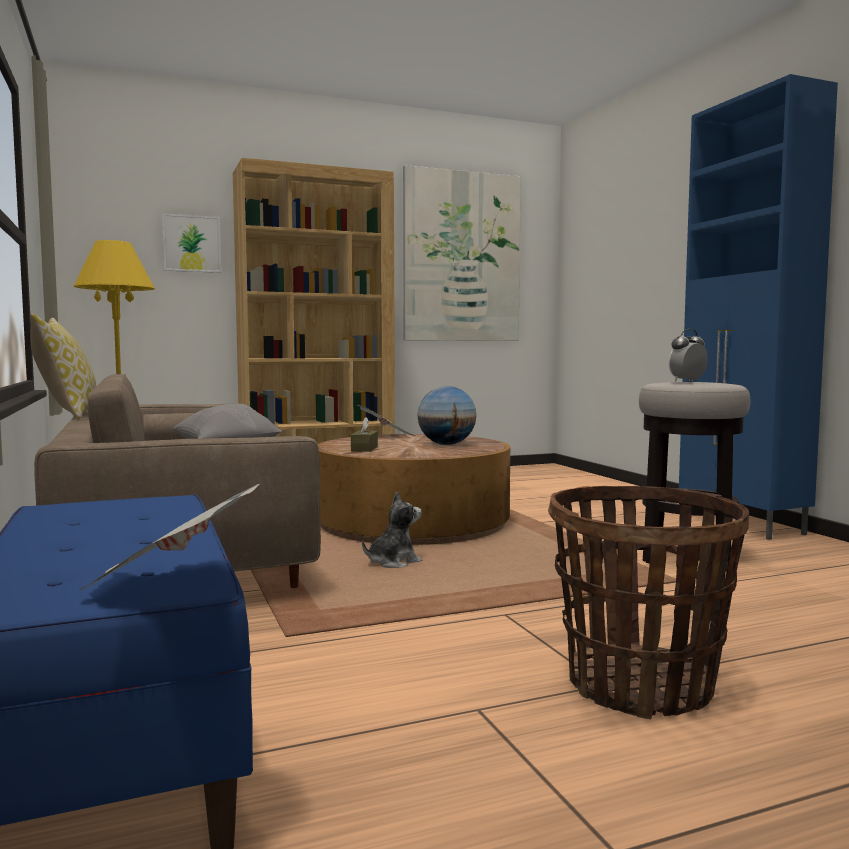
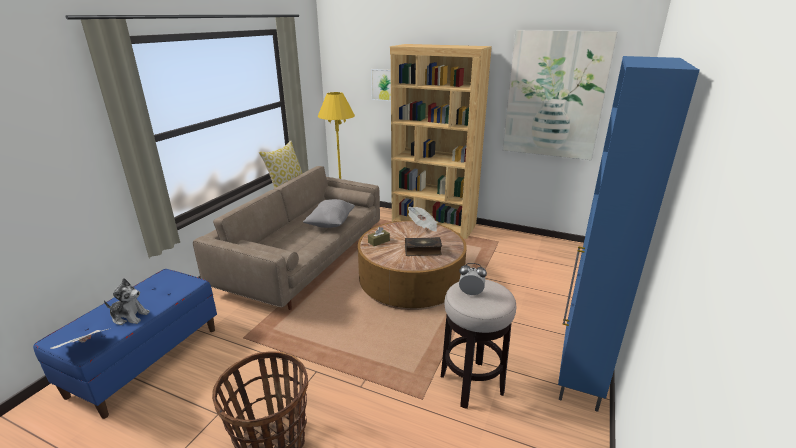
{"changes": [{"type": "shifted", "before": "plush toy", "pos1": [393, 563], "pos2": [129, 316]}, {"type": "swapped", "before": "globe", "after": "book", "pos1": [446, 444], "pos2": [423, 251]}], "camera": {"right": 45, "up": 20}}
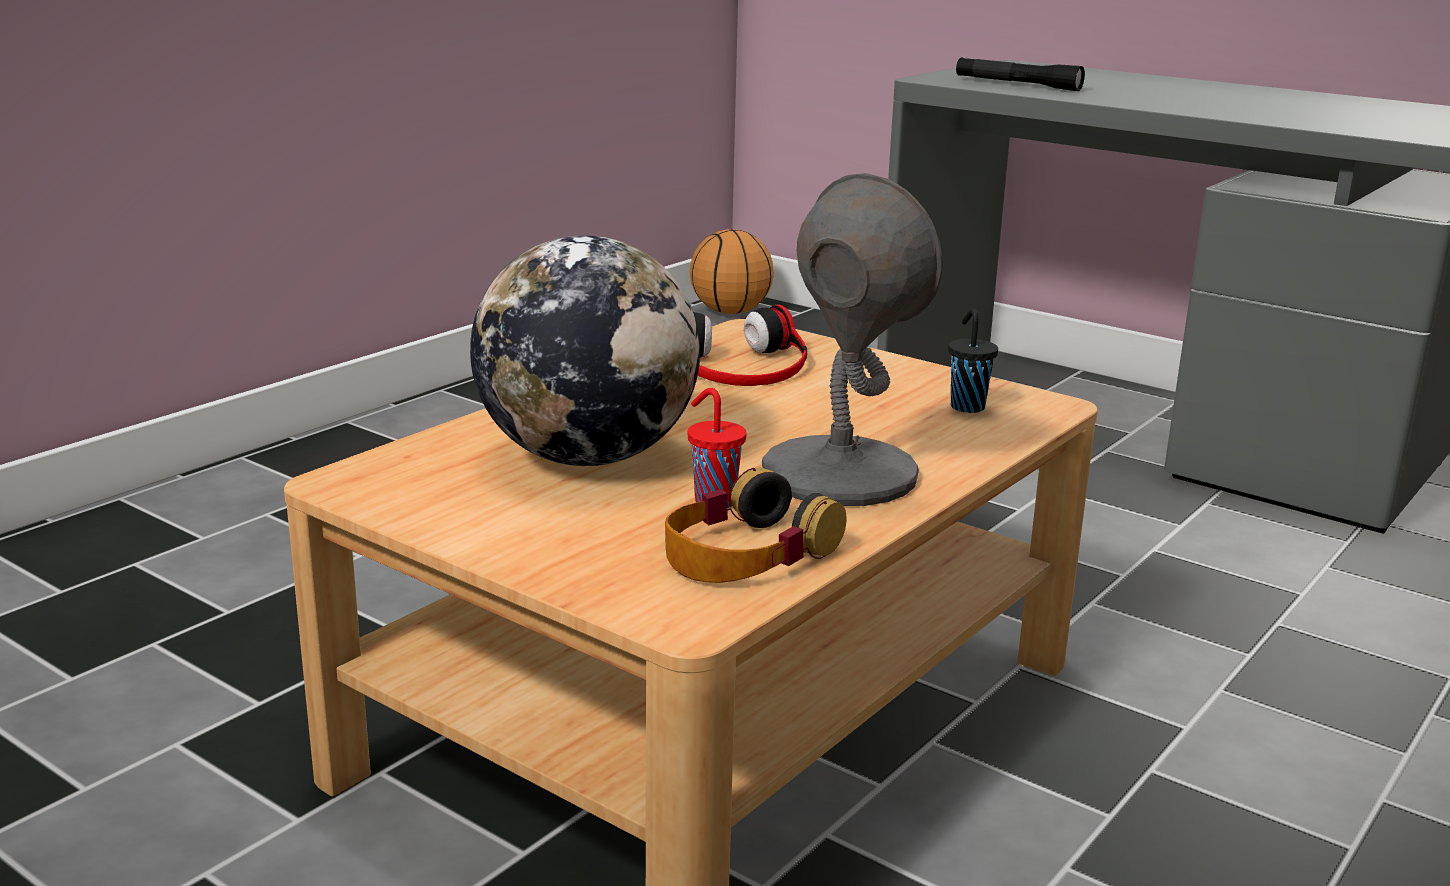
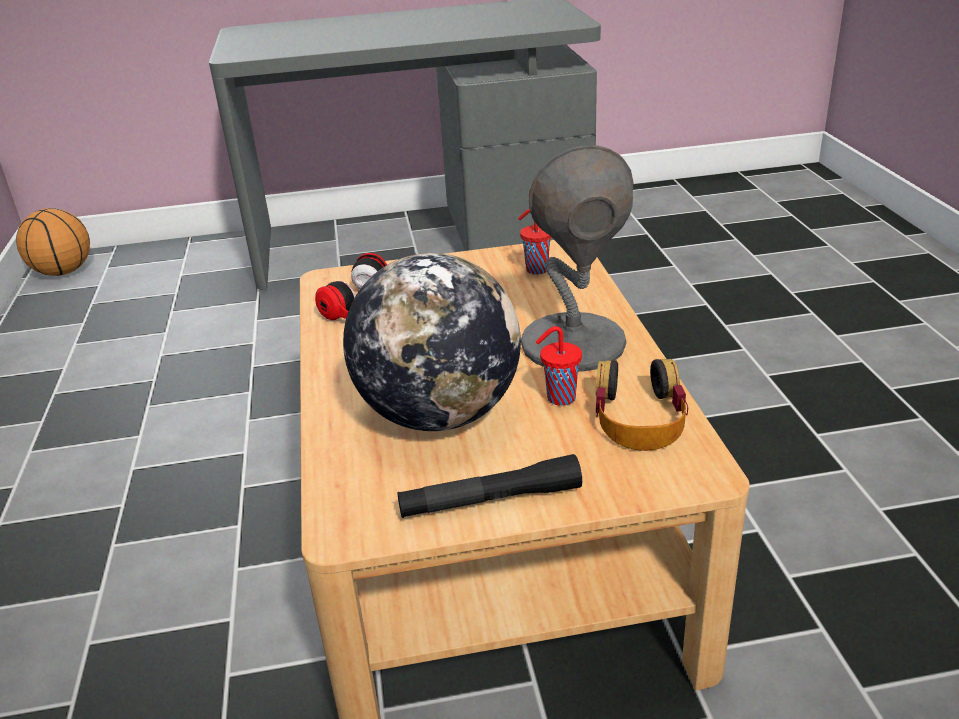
{"changes": [{"type": "shifted", "before": "black flashlight", "pos1": [1017, 84], "pos2": [490, 500]}, {"type": "repainted", "before": "black cup", "after": "red cup", "pos1": [966, 406], "pos2": [535, 269]}], "camera": {"right": -45, "up": 10}}
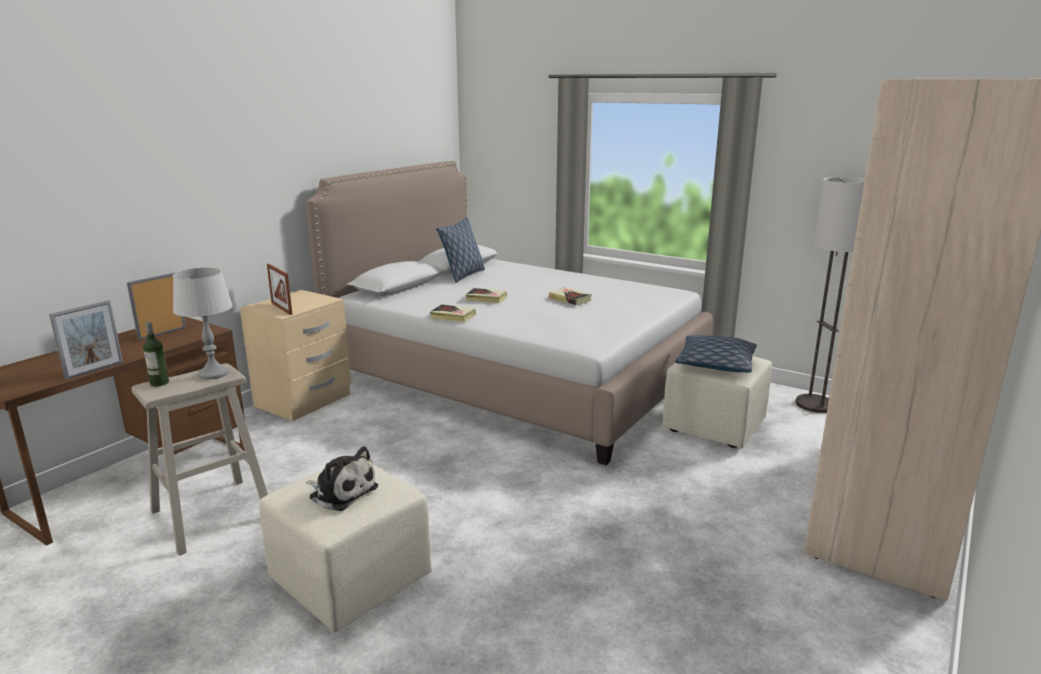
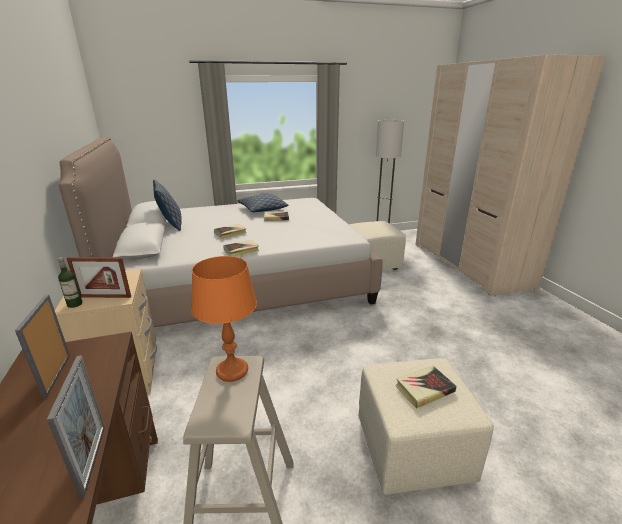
{"changes": [{"type": "shifted", "before": "bottle", "pos1": [159, 383], "pos2": [75, 304]}, {"type": "shifted", "before": "pillow", "pos1": [715, 364], "pos2": [263, 209]}, {"type": "swapped", "before": "plush toy", "after": "book", "pos1": [341, 492], "pos2": [424, 389]}, {"type": "repainted", "before": "grey table lamp", "after": "orange table lamp", "pos1": [213, 374], "pos2": [232, 371]}], "camera": {"right": -50, "up": 5}}
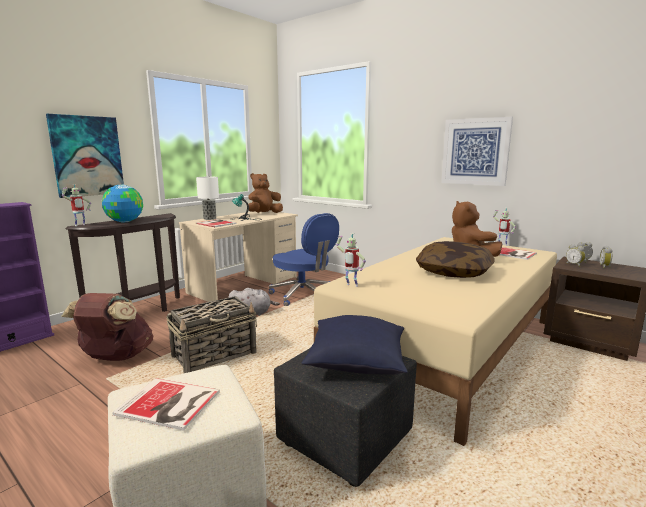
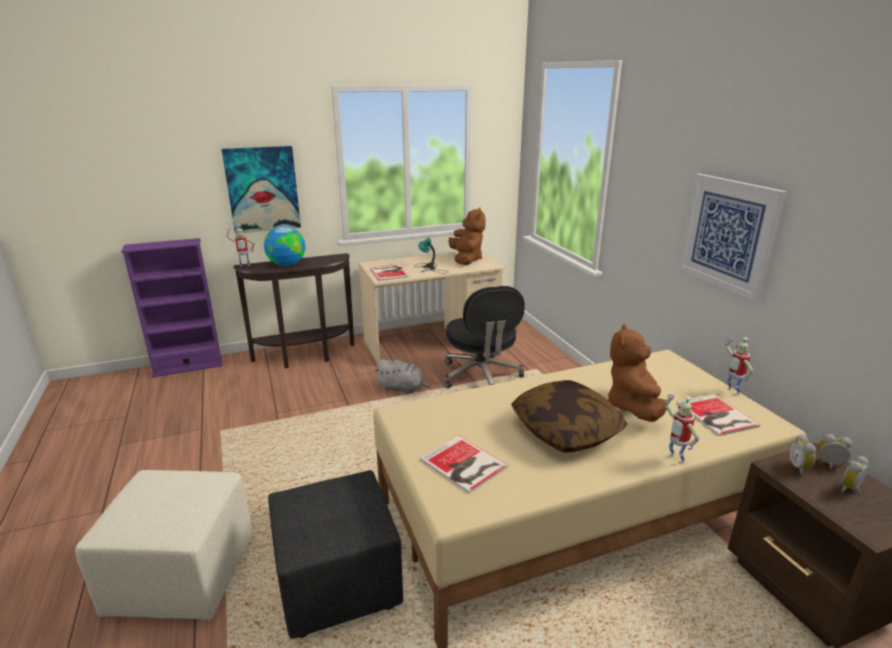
{"changes": [{"type": "gone", "before": "brown backpack", "pos1": [116, 357]}, {"type": "gone", "before": "basket", "pos1": [215, 355]}, {"type": "gone", "before": "table lamp", "pos1": [209, 219]}, {"type": "gone", "before": "blue pillow", "pos1": [356, 362]}, {"type": "shifted", "before": "book", "pos1": [169, 404], "pos2": [464, 465]}, {"type": "shifted", "before": "toy robot", "pos1": [351, 285], "pos2": [674, 459]}, {"type": "repainted", "before": "blue office chair", "after": "black office chair", "pos1": [304, 295], "pos2": [481, 377]}, {"type": "rotated", "before": "brown plush toy", "pos1": [264, 213], "pos2": [466, 259], "turn": 90}], "camera": {"right": 30, "up": 10}}
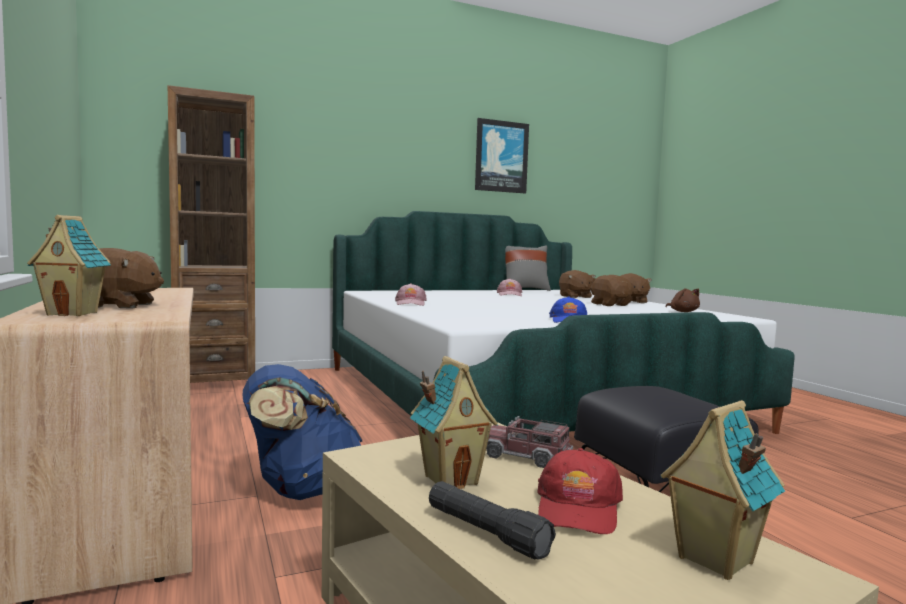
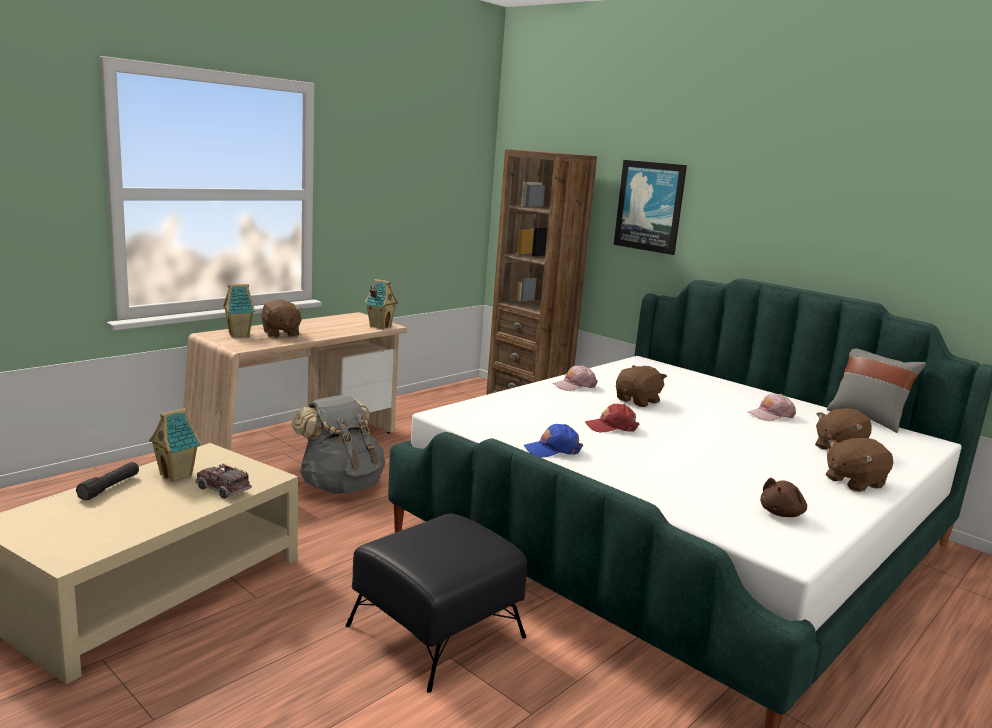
{"changes": [{"type": "shifted", "before": "picture", "pos1": [501, 156], "pos2": [650, 206]}, {"type": "shifted", "before": "red cap", "pos1": [578, 508], "pos2": [611, 427]}, {"type": "shifted", "before": "brown plush toy", "pos1": [610, 304], "pos2": [638, 401]}, {"type": "shifted", "before": "toy house", "pos1": [713, 560], "pos2": [380, 326]}, {"type": "repainted", "before": "blue backpack", "after": "grey backpack", "pos1": [300, 490], "pos2": [340, 486]}, {"type": "rotated", "before": "toy truck", "pos1": [525, 456], "pos2": [223, 489], "turn": -60}], "camera": {"right": 65, "up": 10}}
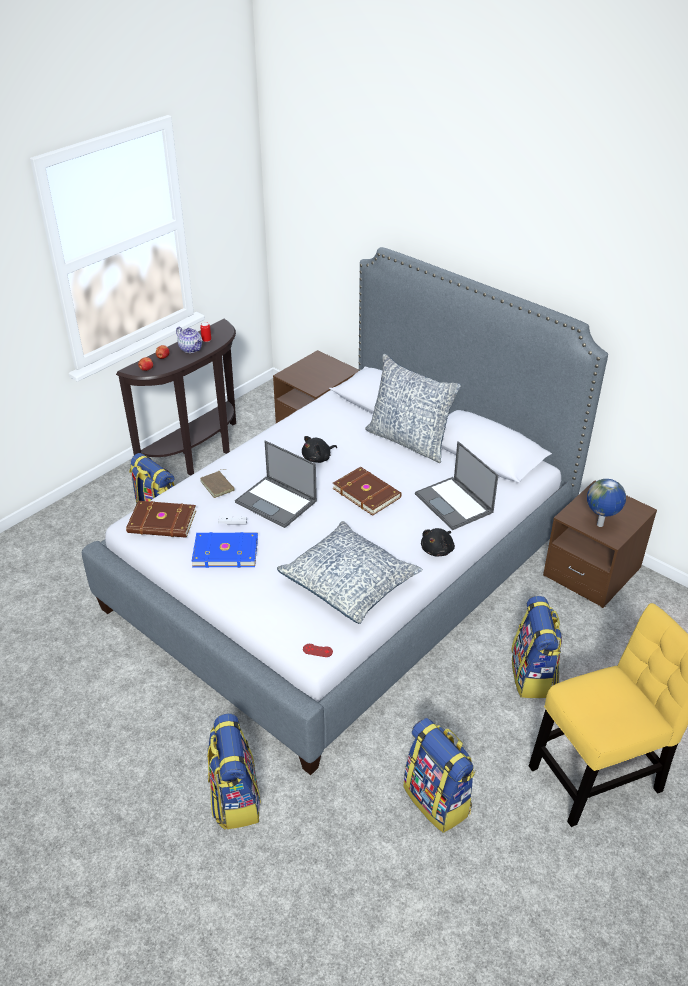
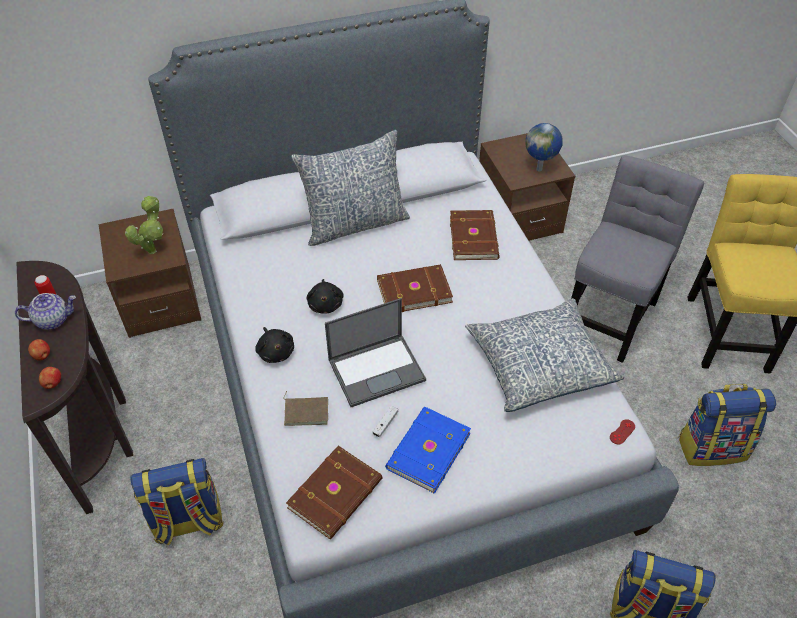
{"changes": [{"type": "new", "after": "potted plant", "pos2": [153, 249]}, {"type": "shifted", "before": "black plush toy", "pos1": [438, 550], "pos2": [276, 351]}, {"type": "swapped", "before": "laptop", "after": "brown book", "pos1": [454, 503], "pos2": [475, 237]}, {"type": "swapped", "before": "backpack", "after": "grey chair", "pos1": [533, 676], "pos2": [610, 314]}], "camera": {"right": -60, "up": 10}}
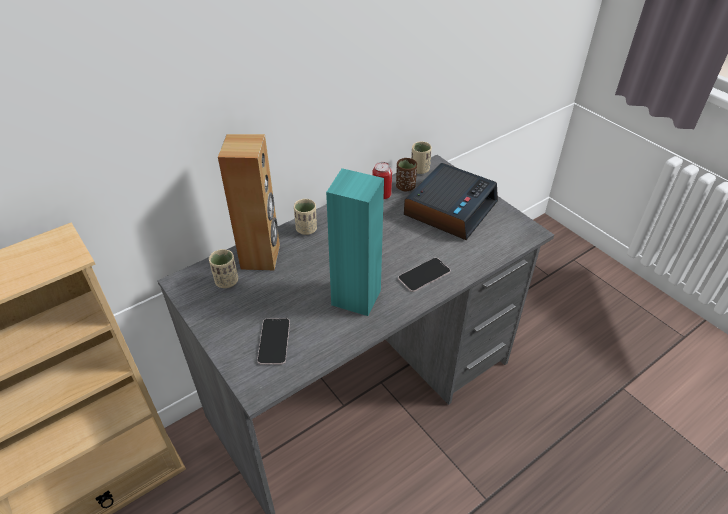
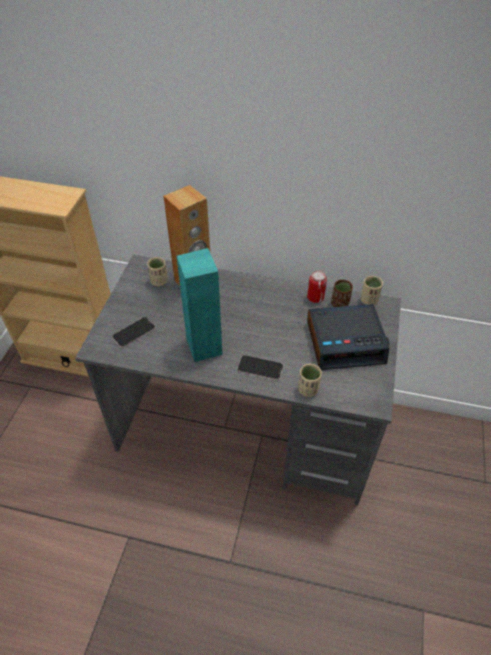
{"changes": [{"type": "shifted", "before": "beige cup", "pos1": [306, 229], "pos2": [308, 389]}], "camera": {"right": 50, "up": 5}}
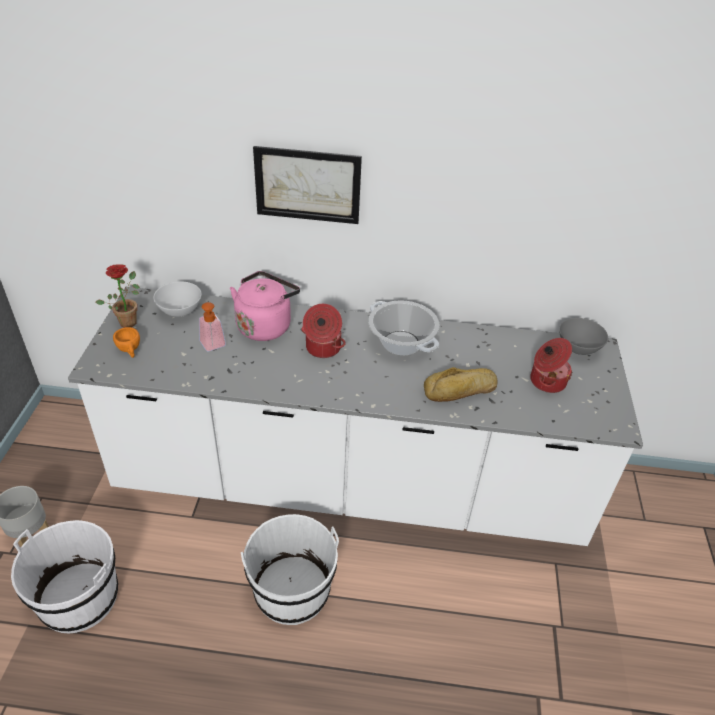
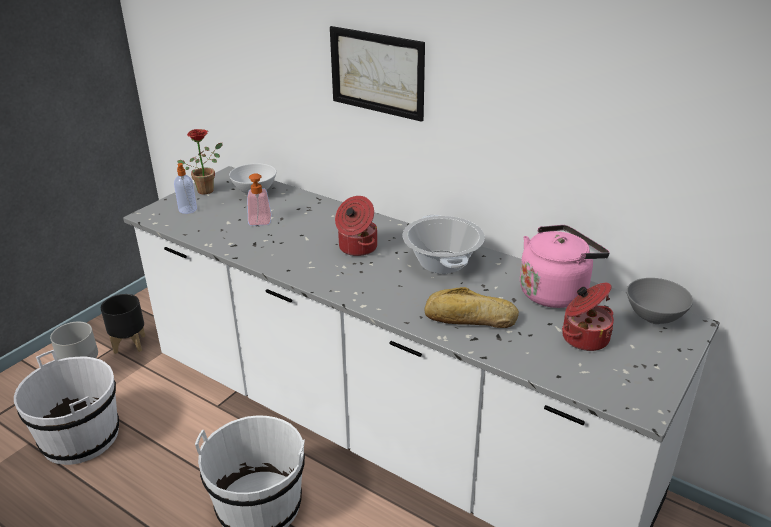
{"changes": [{"type": "new", "after": "black planter", "pos2": [130, 344]}, {"type": "shifted", "before": "pink kettle", "pos1": [265, 325], "pos2": [555, 292]}, {"type": "swapped", "before": "orange cup", "after": "soap dispenser", "pos1": [130, 350], "pos2": [187, 210]}], "camera": {"right": 30, "up": -10}}
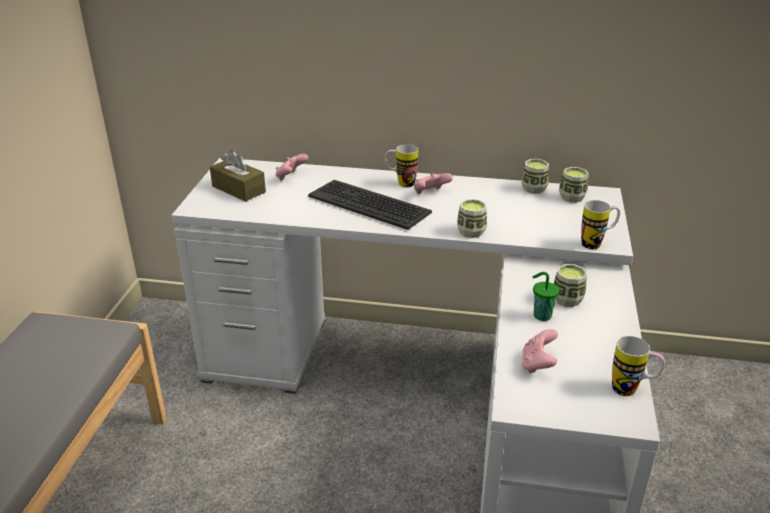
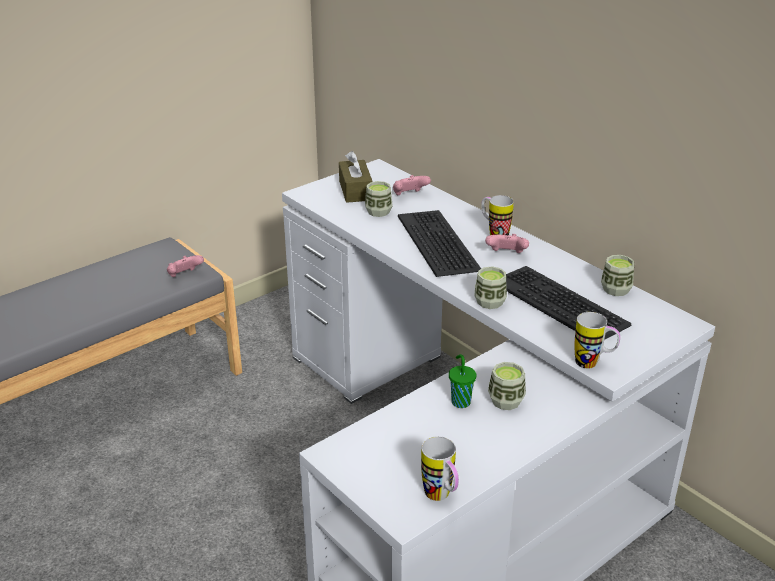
{"changes": [{"type": "new", "after": "keyboard", "pos2": [559, 304]}, {"type": "shifted", "before": "pink game controller", "pos1": [538, 364], "pos2": [184, 276]}, {"type": "shifted", "before": "cup", "pos1": [572, 197], "pos2": [378, 211]}], "camera": {"right": 40, "up": 0}}
